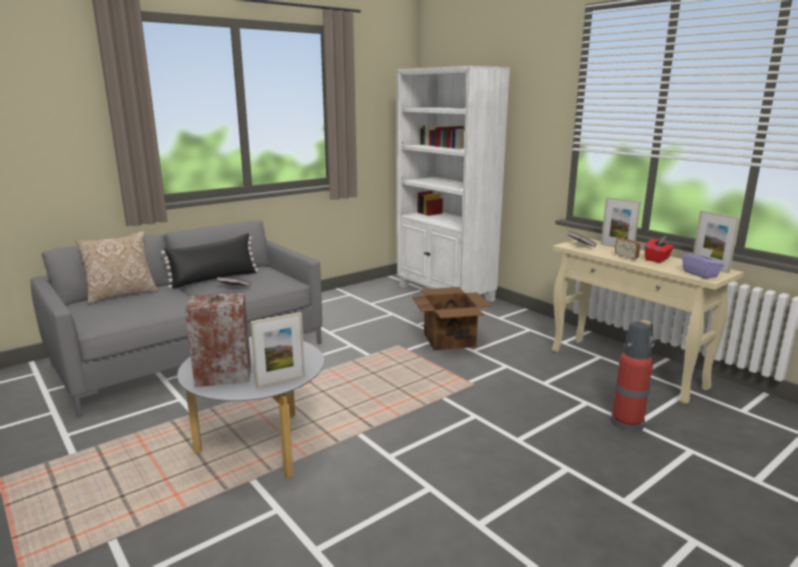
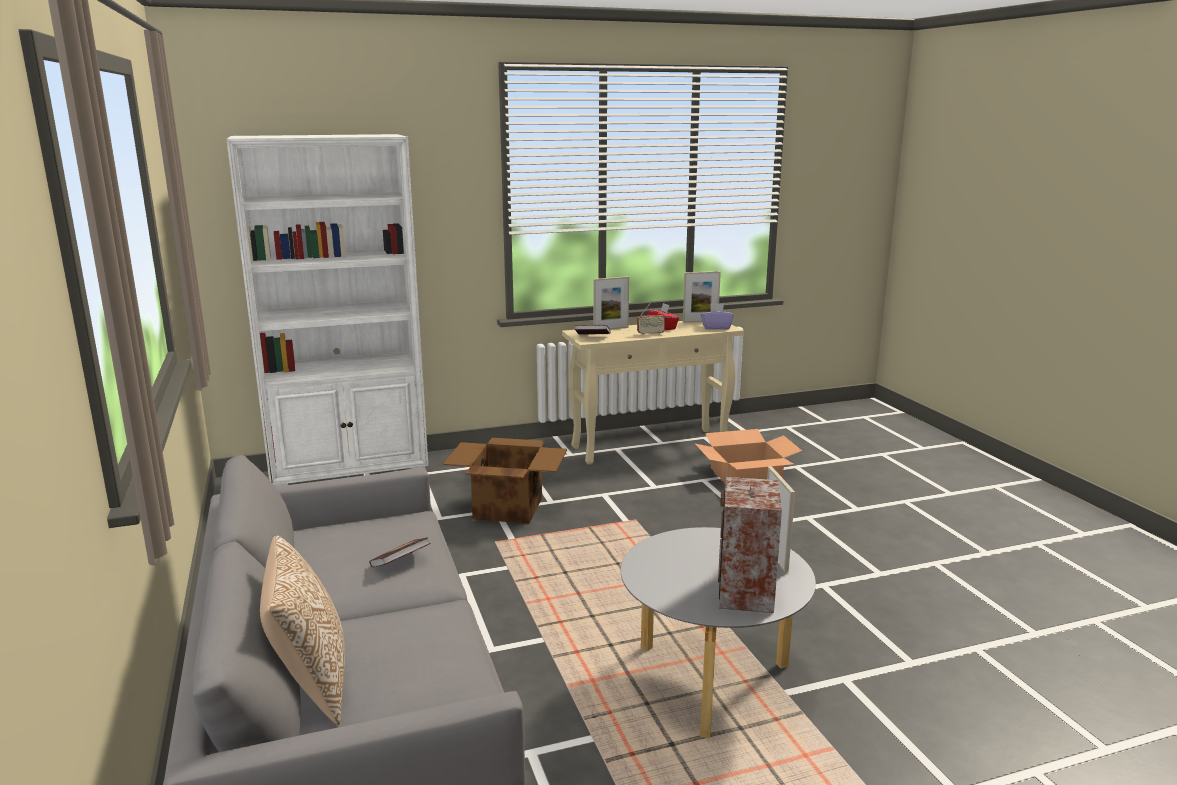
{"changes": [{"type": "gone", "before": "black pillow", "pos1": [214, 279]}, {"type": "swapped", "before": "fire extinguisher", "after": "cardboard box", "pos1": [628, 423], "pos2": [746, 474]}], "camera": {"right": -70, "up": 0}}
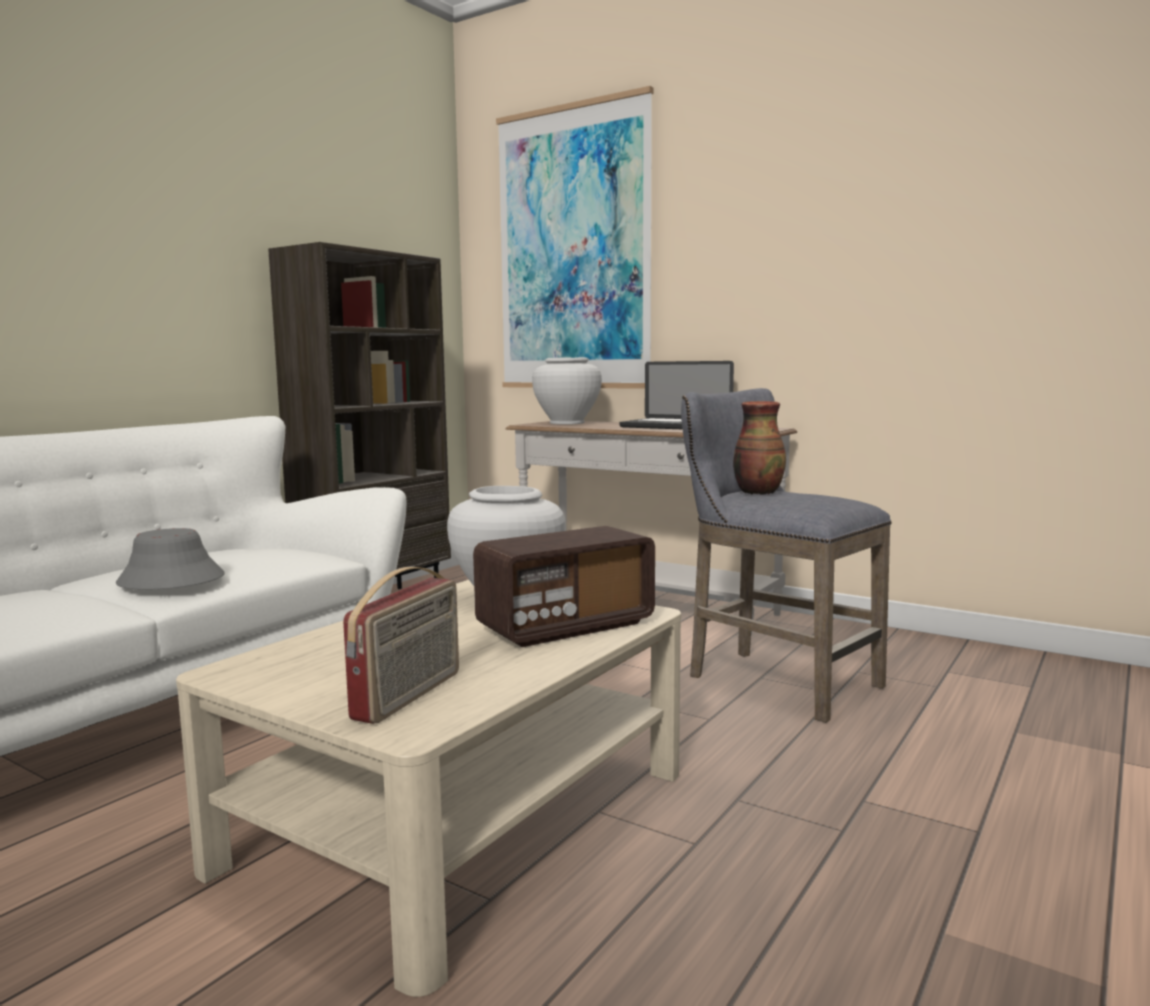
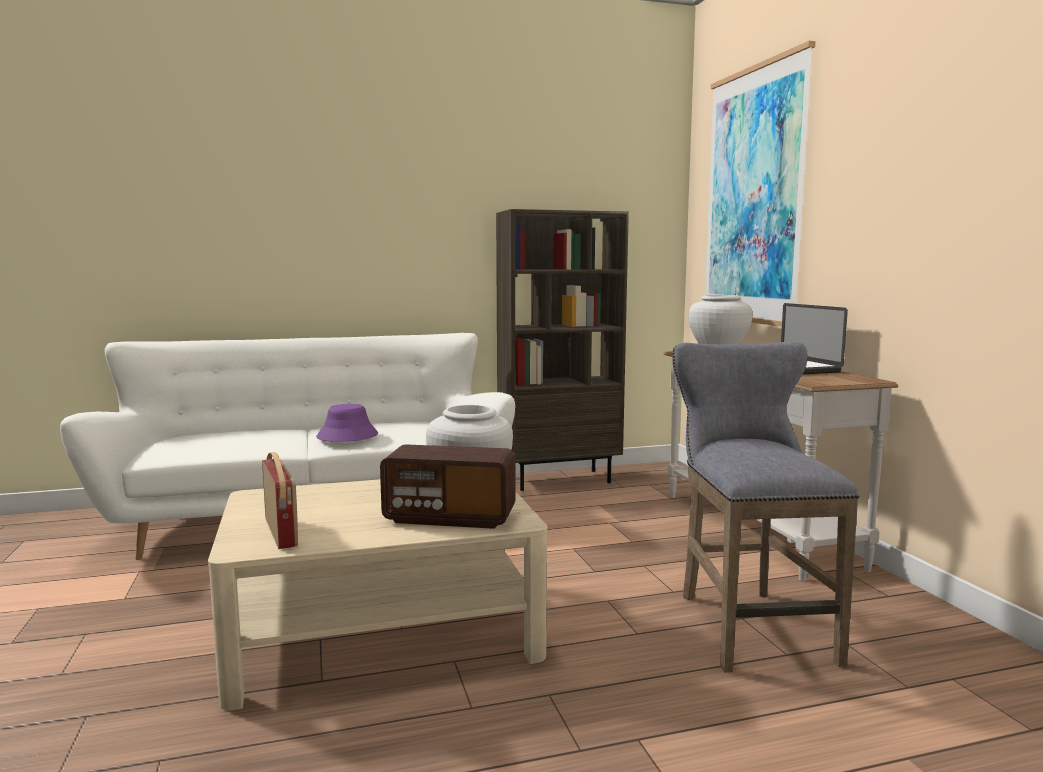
{"changes": [{"type": "gone", "before": "vase", "pos1": [757, 492]}, {"type": "repainted", "before": "grey hat", "after": "purple hat", "pos1": [170, 580], "pos2": [347, 436]}, {"type": "rotated", "before": "radio", "pos1": [409, 696], "pos2": [282, 532], "turn": -90}], "camera": {"right": 40, "up": 0}}
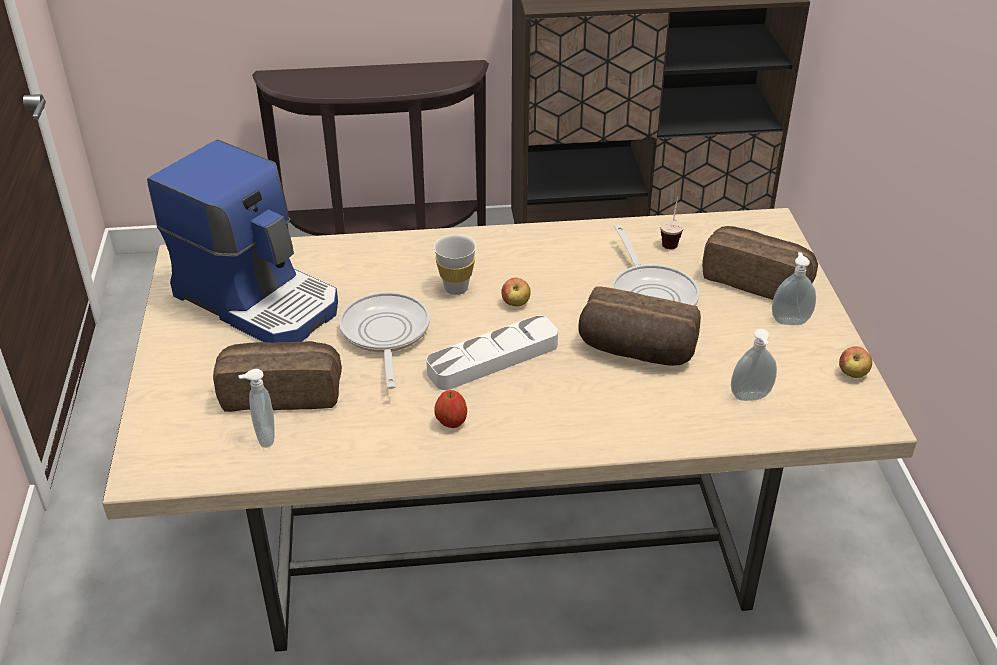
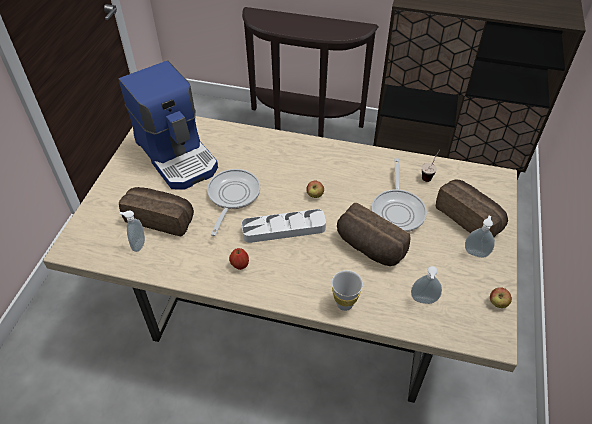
{"changes": [{"type": "shifted", "before": "white cup", "pos1": [456, 288], "pos2": [344, 303]}], "camera": {"right": 20, "up": 10}}
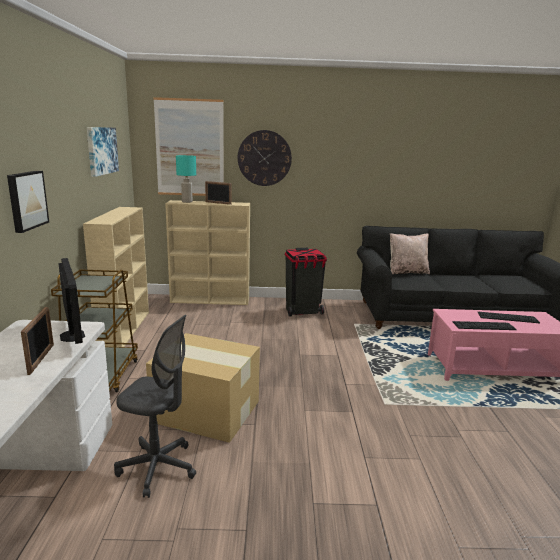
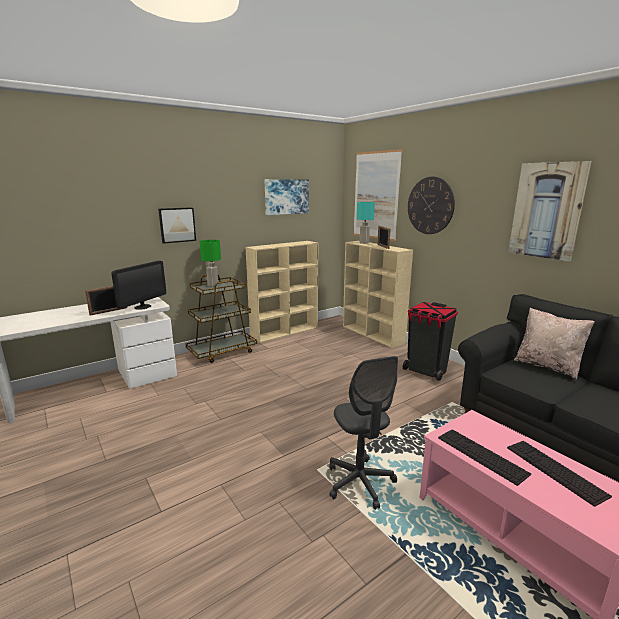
{"changes": [{"type": "gone", "before": "cardboard box", "pos1": [205, 410]}, {"type": "new", "after": "green table lamp", "pos2": [213, 285]}, {"type": "new", "after": "picture", "pos2": [547, 211]}, {"type": "shifted", "before": "grey office chair", "pos1": [158, 468], "pos2": [360, 482]}], "camera": {"right": 55, "up": 0}}
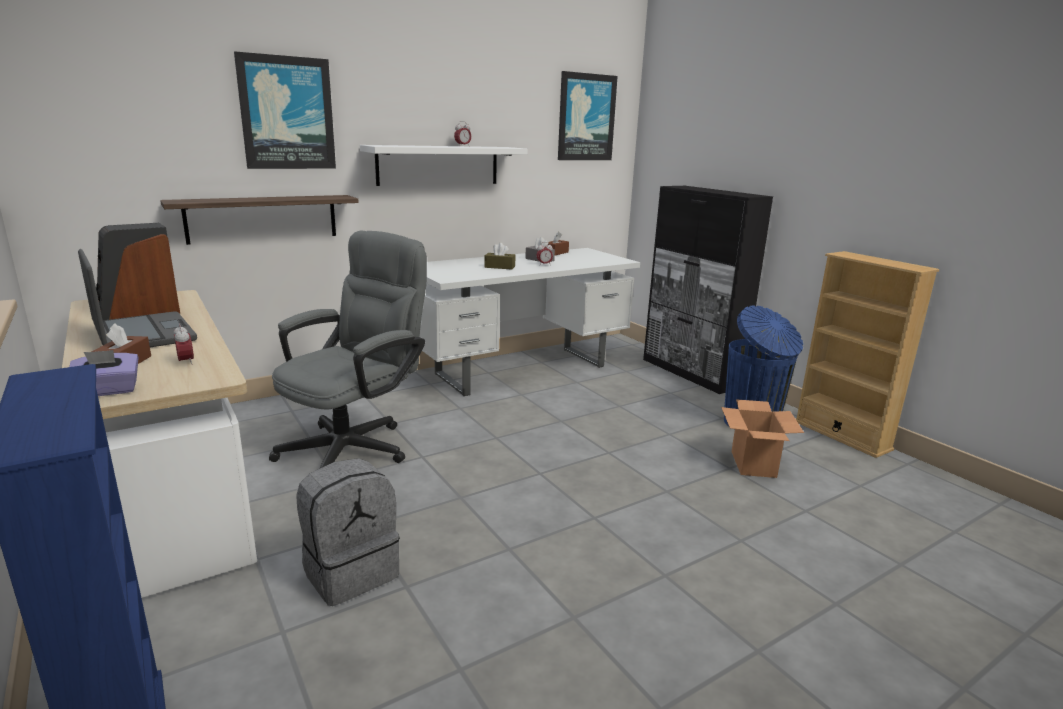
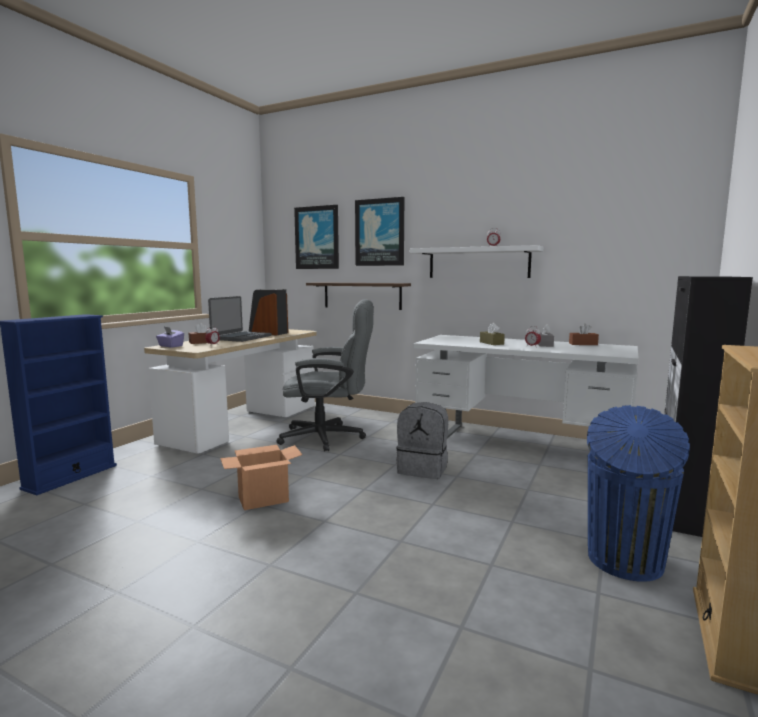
{"changes": [{"type": "shifted", "before": "grey backpack", "pos1": [351, 571], "pos2": [423, 469]}, {"type": "shifted", "before": "picture", "pos1": [586, 117], "pos2": [317, 238]}, {"type": "shifted", "before": "cardboard box", "pos1": [753, 464], "pos2": [263, 499]}], "camera": {"right": 60, "up": -10}}
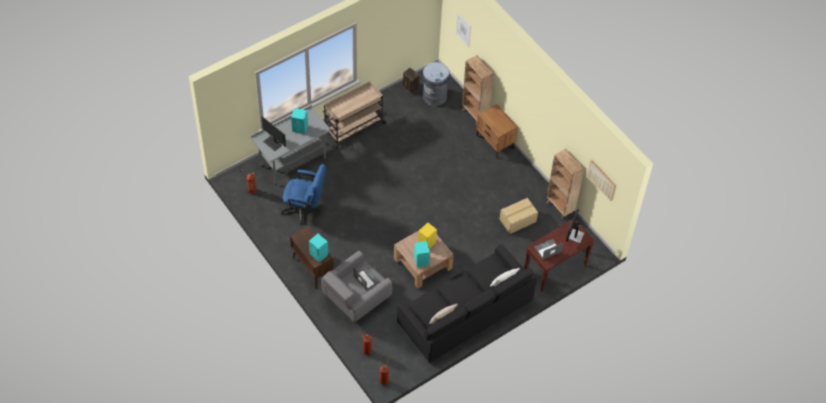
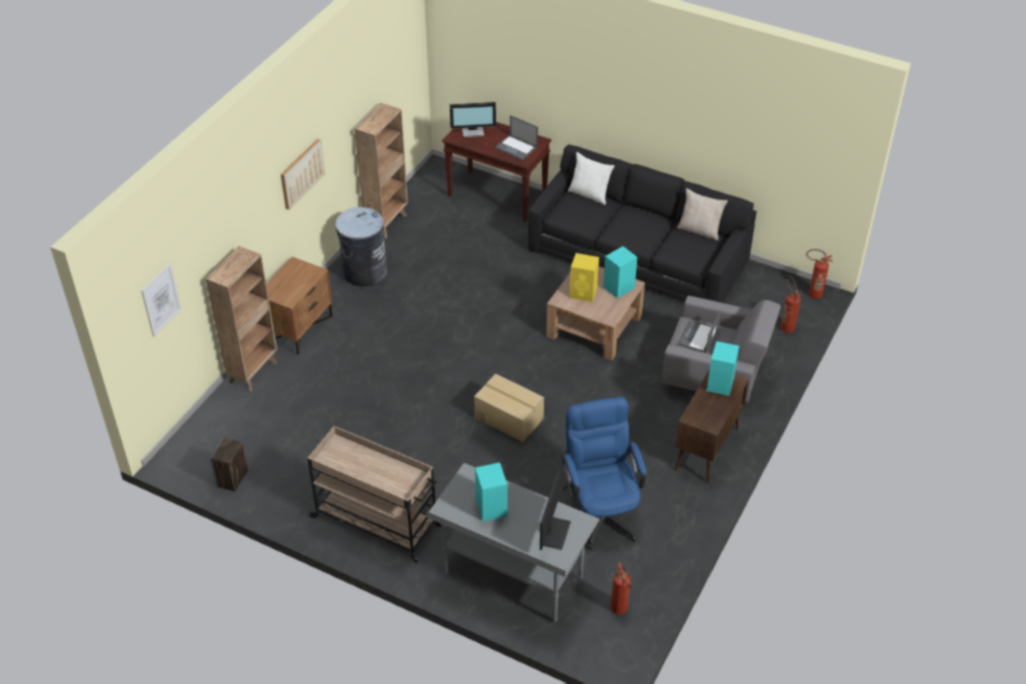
{"changes": [{"type": "shifted", "before": "grey trash can", "pos1": [435, 96], "pos2": [364, 271]}, {"type": "shifted", "before": "cardboard box", "pos1": [518, 221], "pos2": [509, 418]}, {"type": "shifted", "before": "picture", "pos1": [602, 180], "pos2": [301, 173]}], "camera": {"right": -115, "up": -10}}
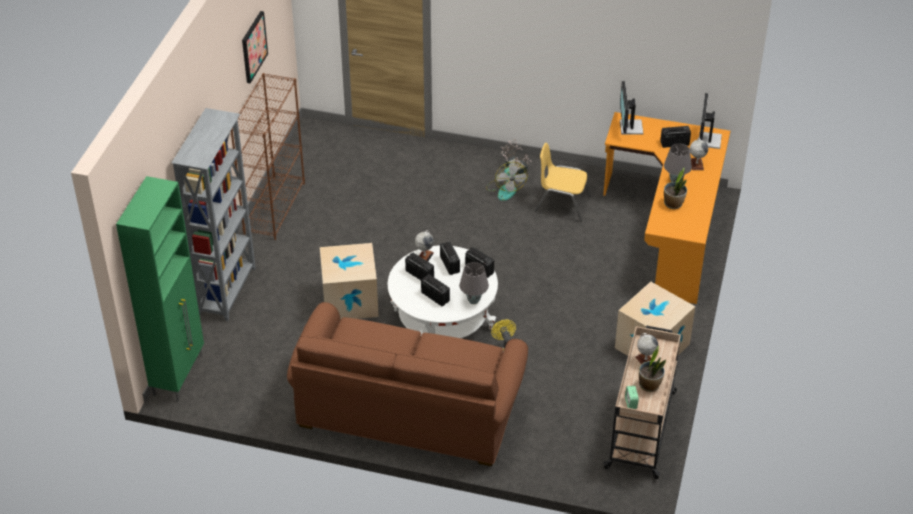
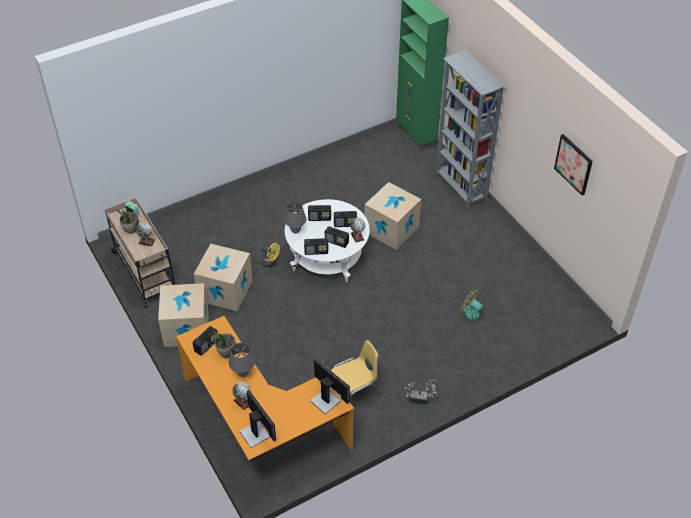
{"changes": [{"type": "gone", "before": "brown bookcase", "pos1": [274, 208]}, {"type": "gone", "before": "brown sofa", "pos1": [408, 409]}, {"type": "new", "after": "cardboard box", "pos2": [225, 291]}, {"type": "shifted", "before": "fan", "pos1": [505, 189], "pos2": [475, 314]}, {"type": "shifted", "before": "radio", "pos1": [674, 143], "pos2": [206, 345]}], "camera": {"right": 135, "up": 5}}
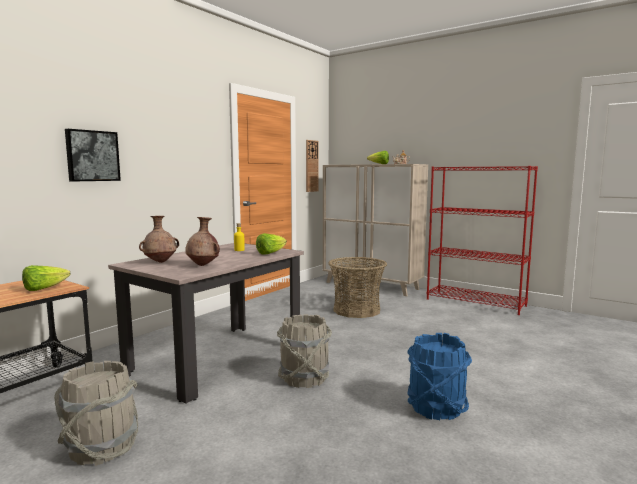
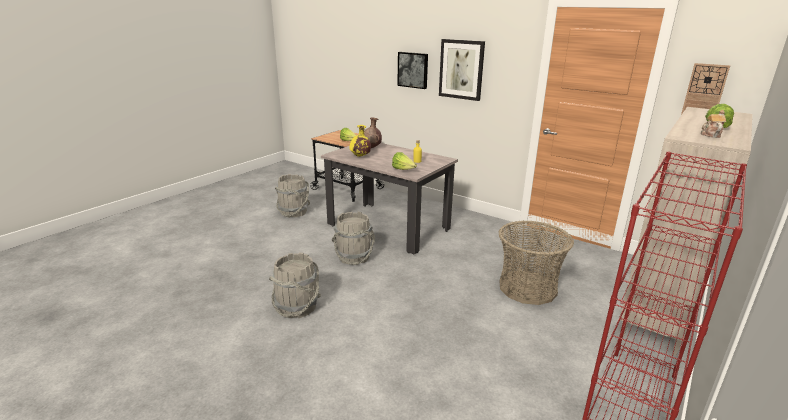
{"changes": [{"type": "new", "after": "picture", "pos2": [461, 69]}, {"type": "repainted", "before": "brown vase", "after": "yellow vase", "pos1": [203, 265], "pos2": [360, 156]}, {"type": "repainted", "before": "blue bucket", "after": "grey bucket", "pos1": [436, 408], "pos2": [297, 307]}], "camera": {"right": 90, "up": 15}}
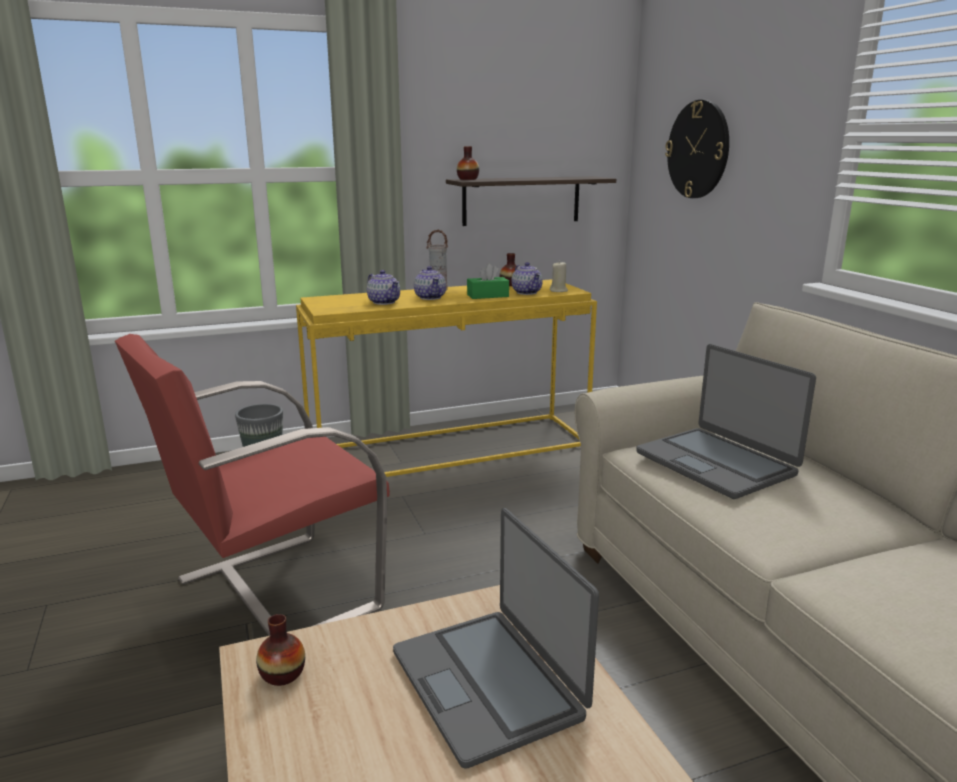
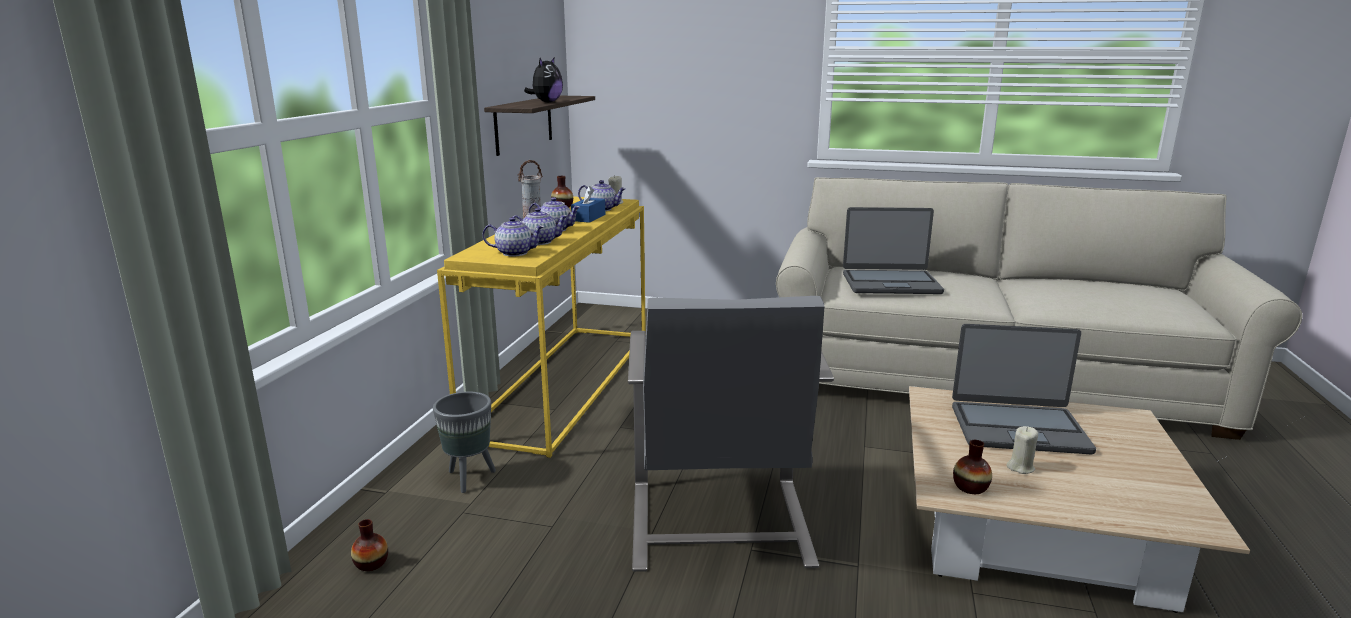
{"changes": [{"type": "gone", "before": "wall clock", "pos1": [698, 149]}, {"type": "new", "after": "teapot", "pos2": [514, 253]}, {"type": "new", "after": "plush toy", "pos2": [546, 102]}, {"type": "new", "after": "beige candle", "pos2": [1020, 467]}, {"type": "shifted", "before": "vase", "pos1": [468, 179], "pos2": [371, 563]}, {"type": "repainted", "before": "red armchair", "after": "grey armchair", "pos1": [275, 594], "pos2": [719, 525]}, {"type": "repainted", "before": "green tissue box", "after": "blue tissue box", "pos1": [488, 296], "pos2": [588, 218]}], "camera": {"right": -55, "up": 0}}
